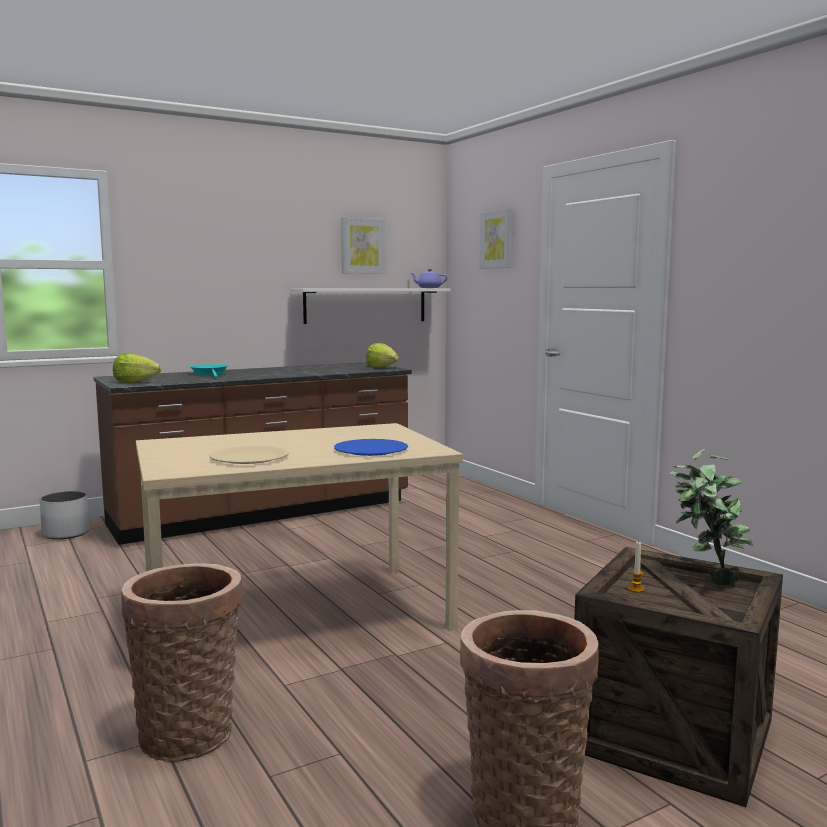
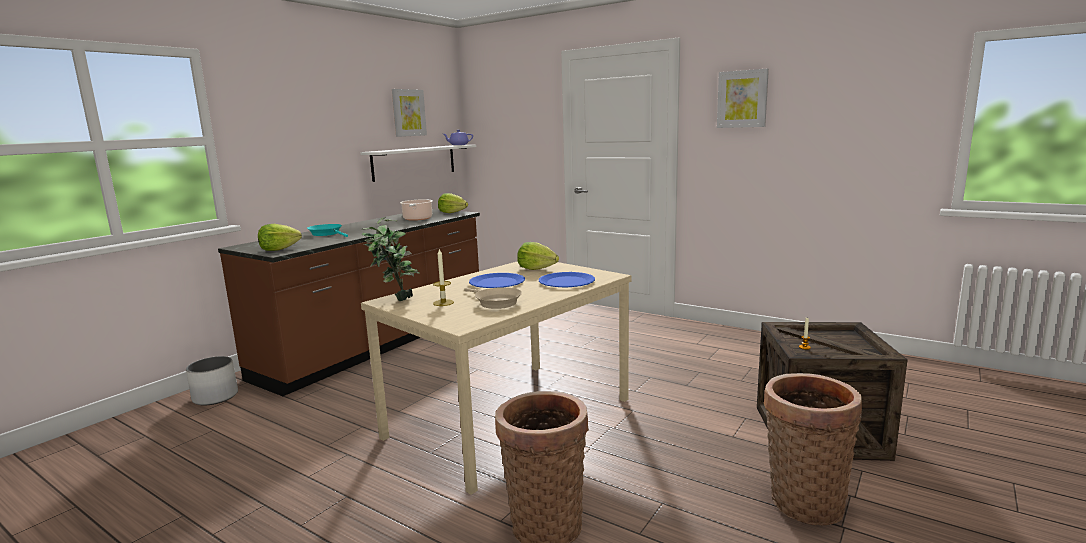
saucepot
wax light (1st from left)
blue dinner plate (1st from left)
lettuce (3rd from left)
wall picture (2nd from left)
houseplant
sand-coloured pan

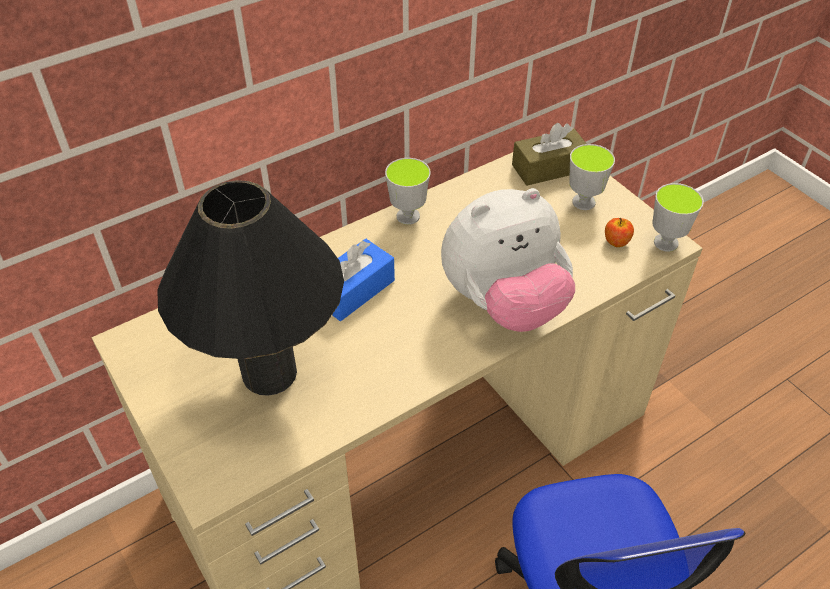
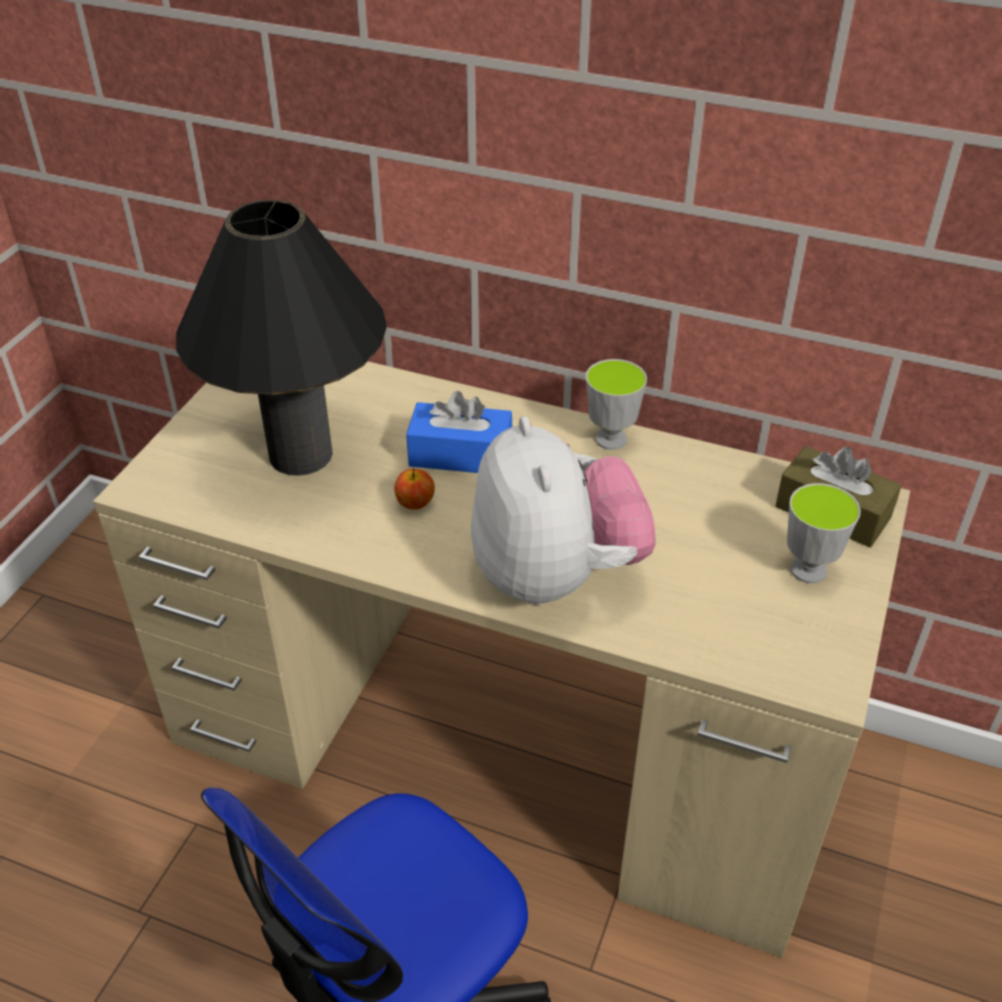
small cup (3rd from left in the first image)
apple
plush toy

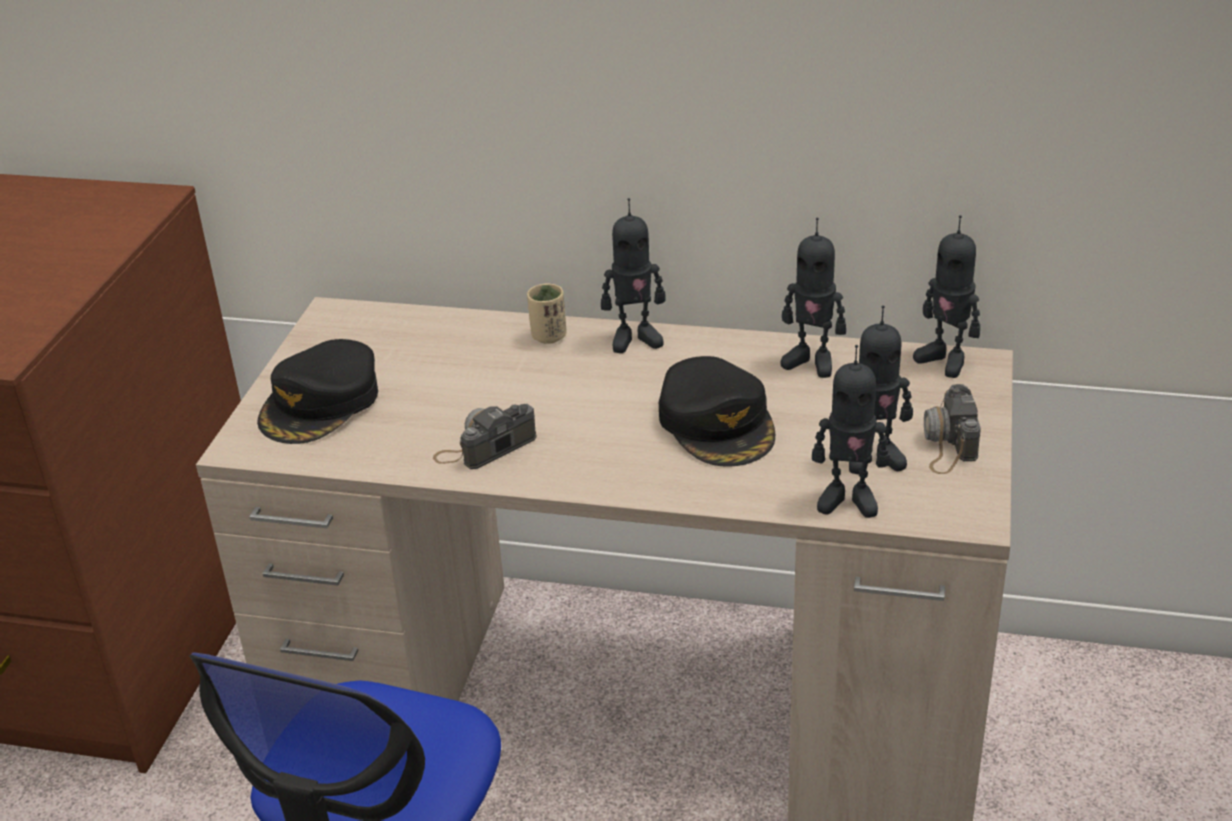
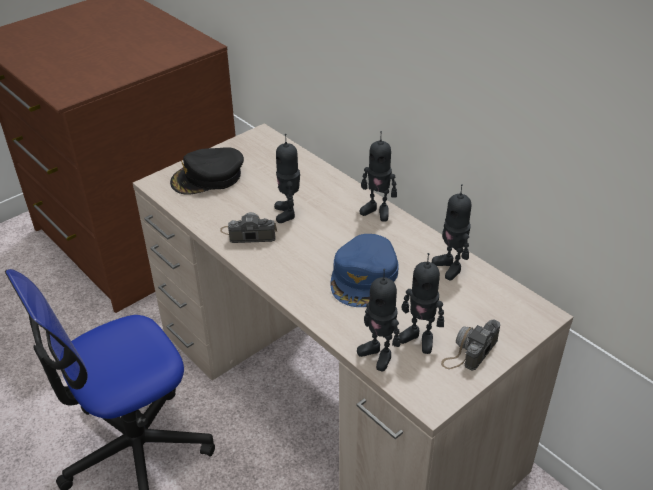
sand-coloured small cup
model robot (1st from left)
blue peaked cap

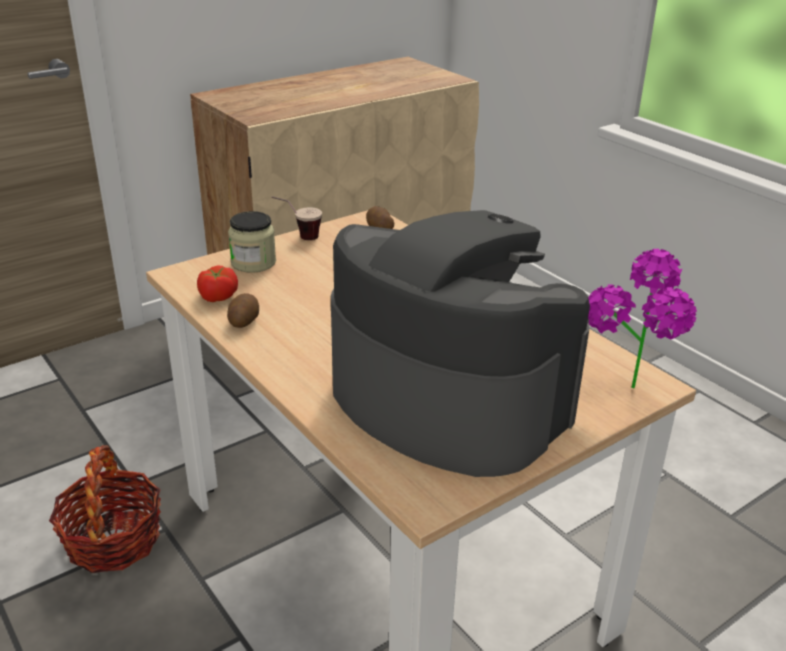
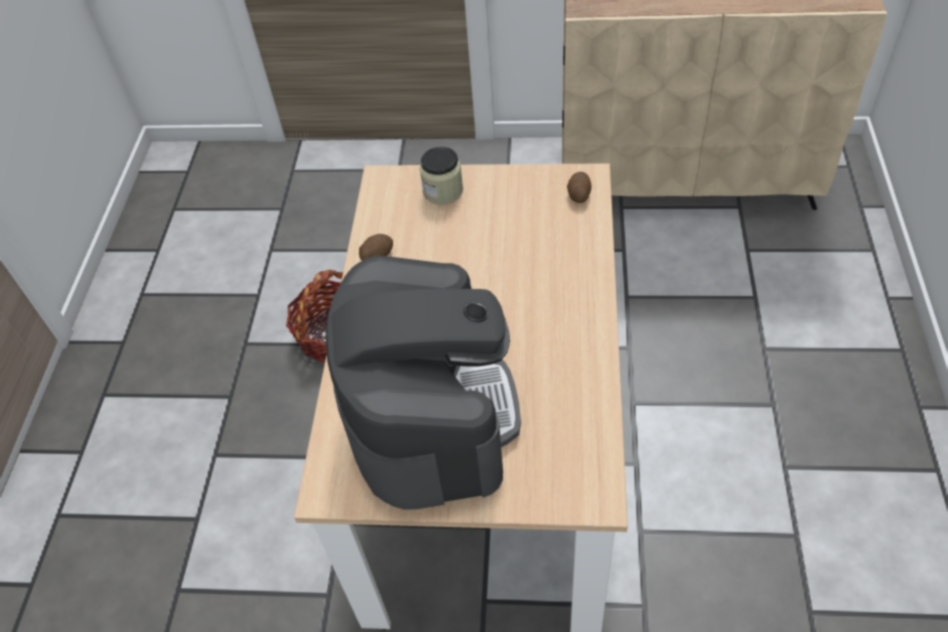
tomato
small cup
houseplant

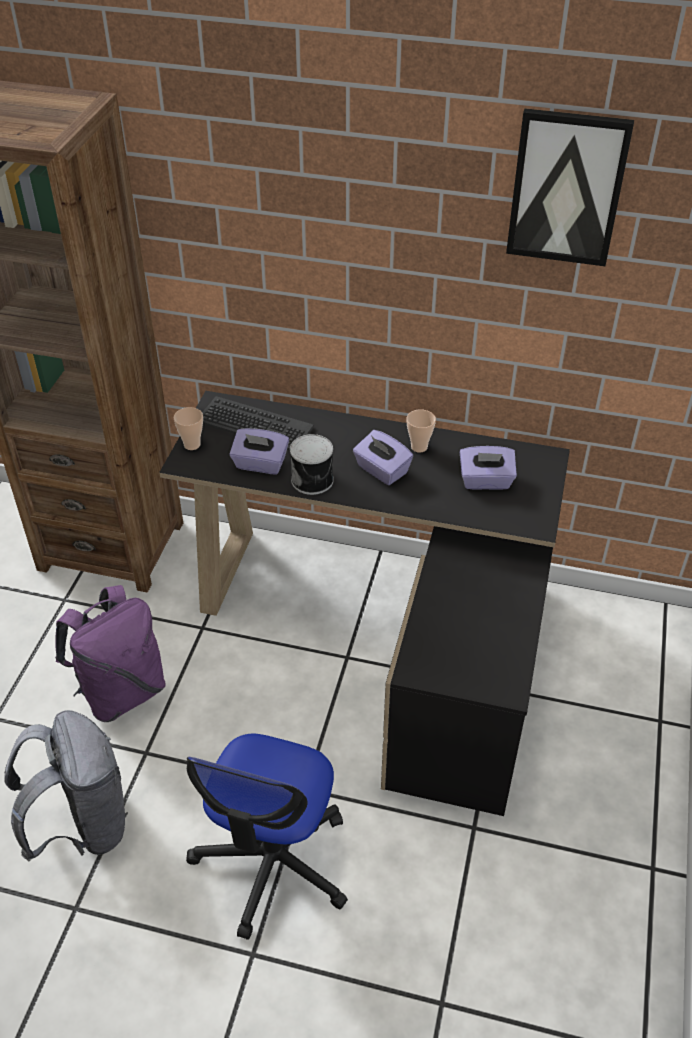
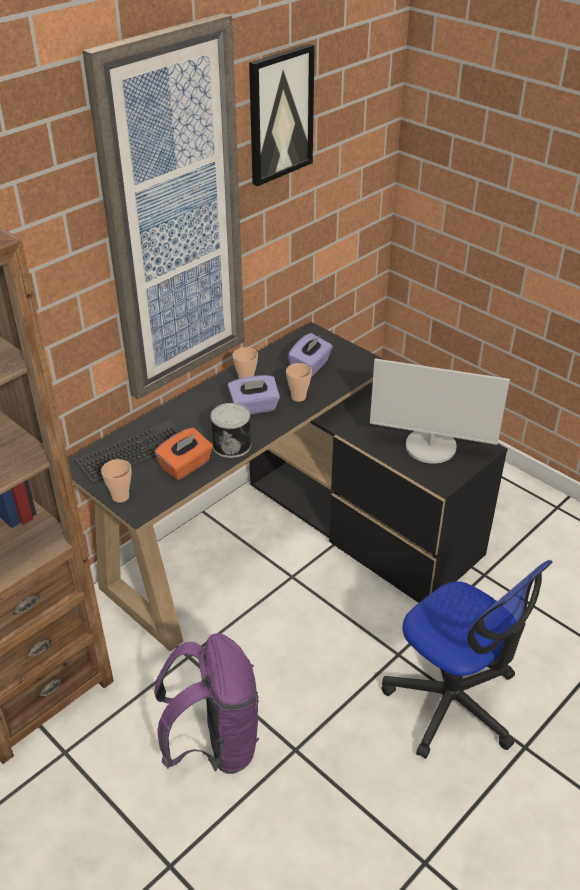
greyish rucksack
wall picture (1st from left)
small cup (3rd from left)
monitor
orangey tissue box

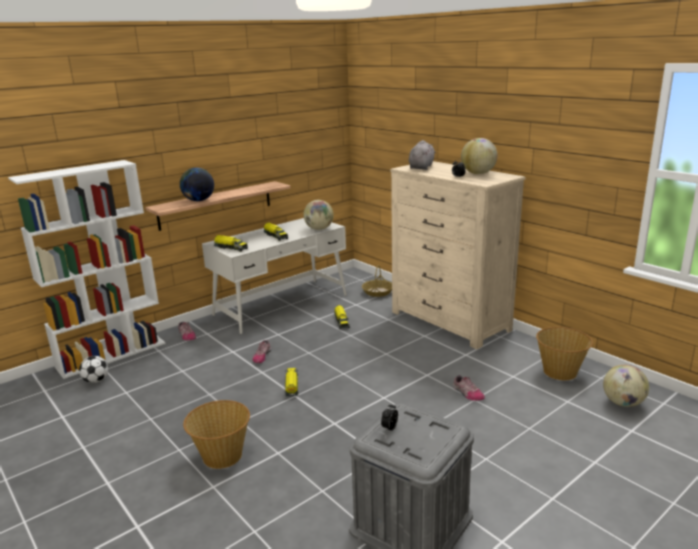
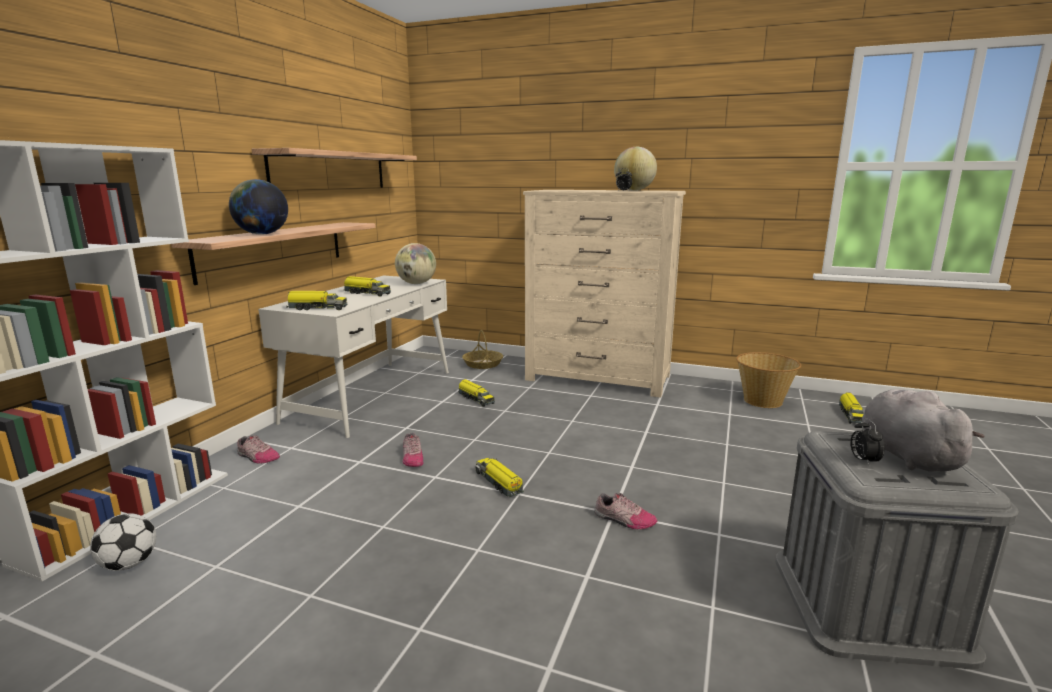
household basket (1st from left in the first image)
bracket shelf (2nd from left)
greyish plush toy
shoe (3rd from left)
model truck (5th from left)

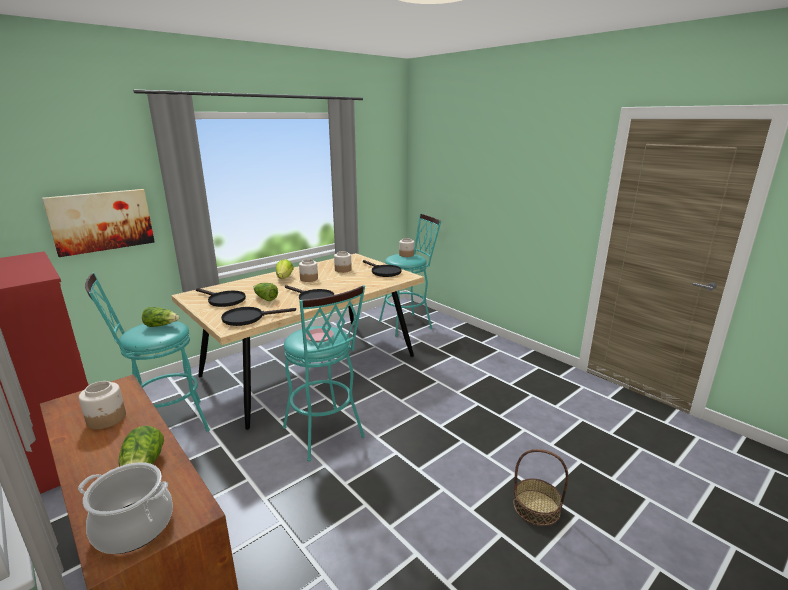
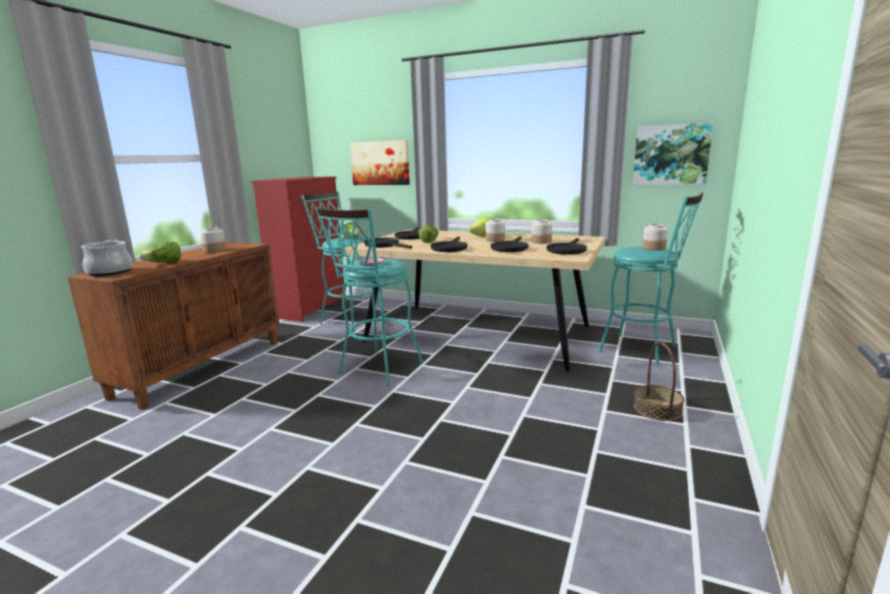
blackish pan (4th from left)
wall picture (2nd from left)
household basket

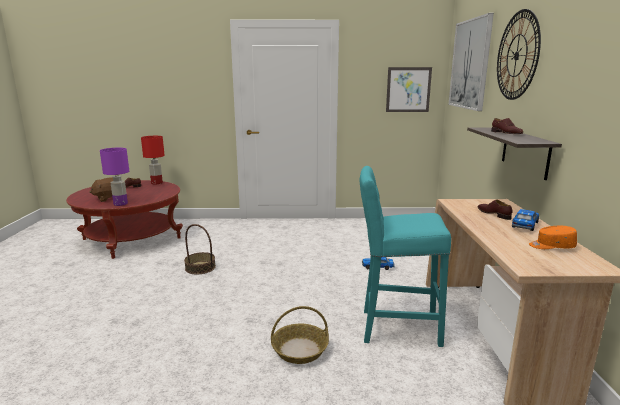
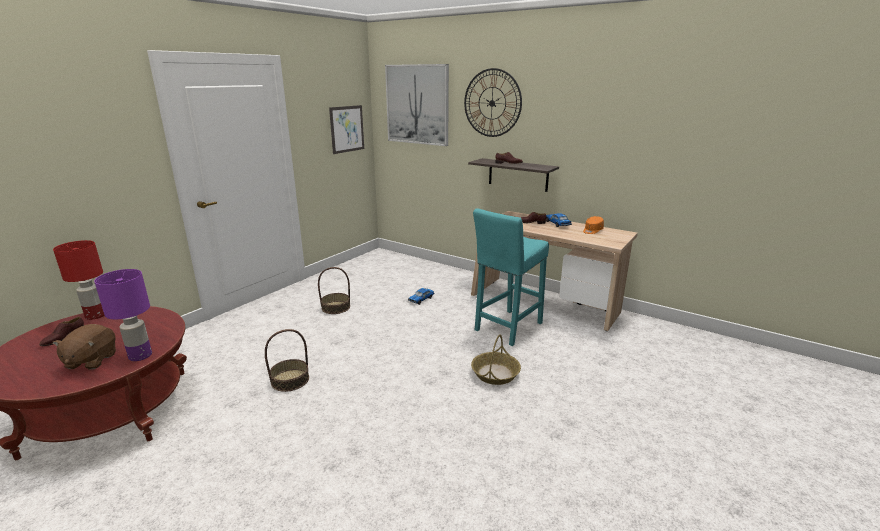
household basket (2nd from left)

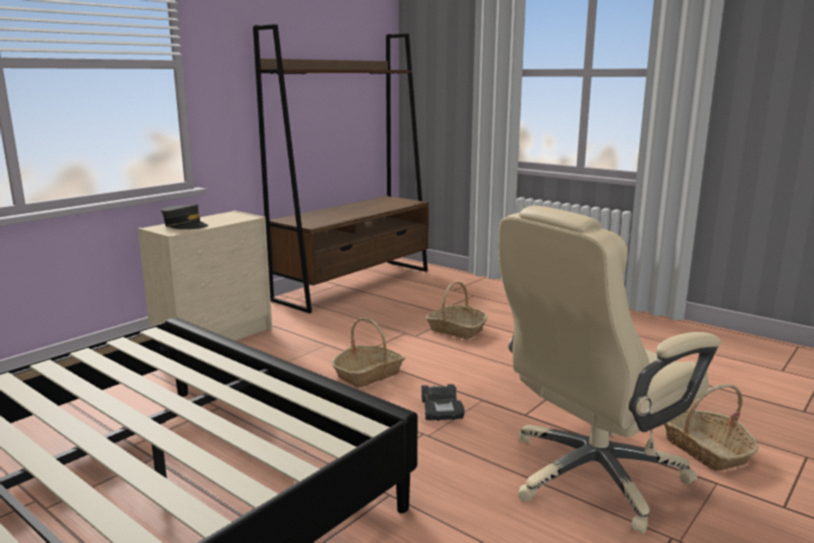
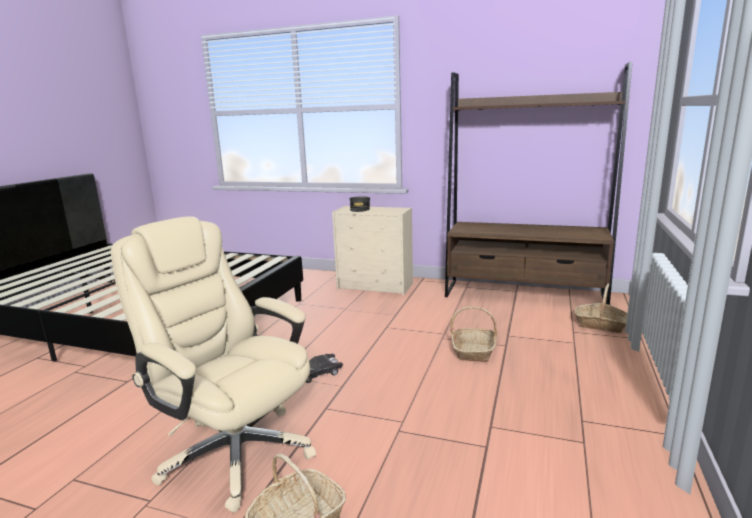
household basket (3rd from left)

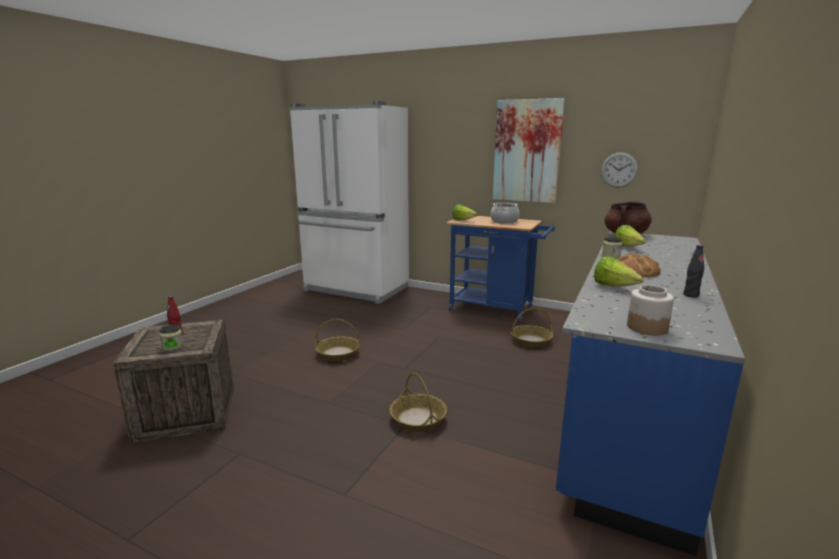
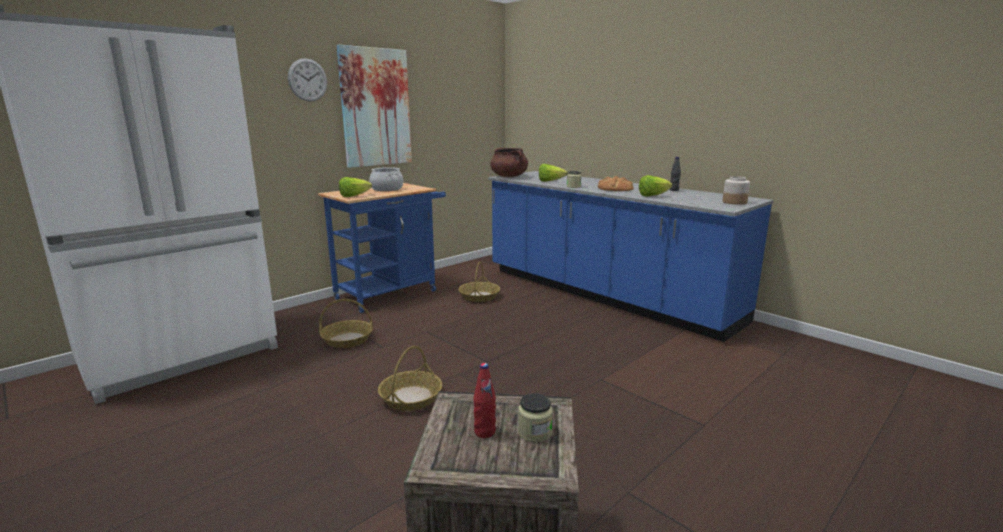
household basket (1st from left)
hanging clock

